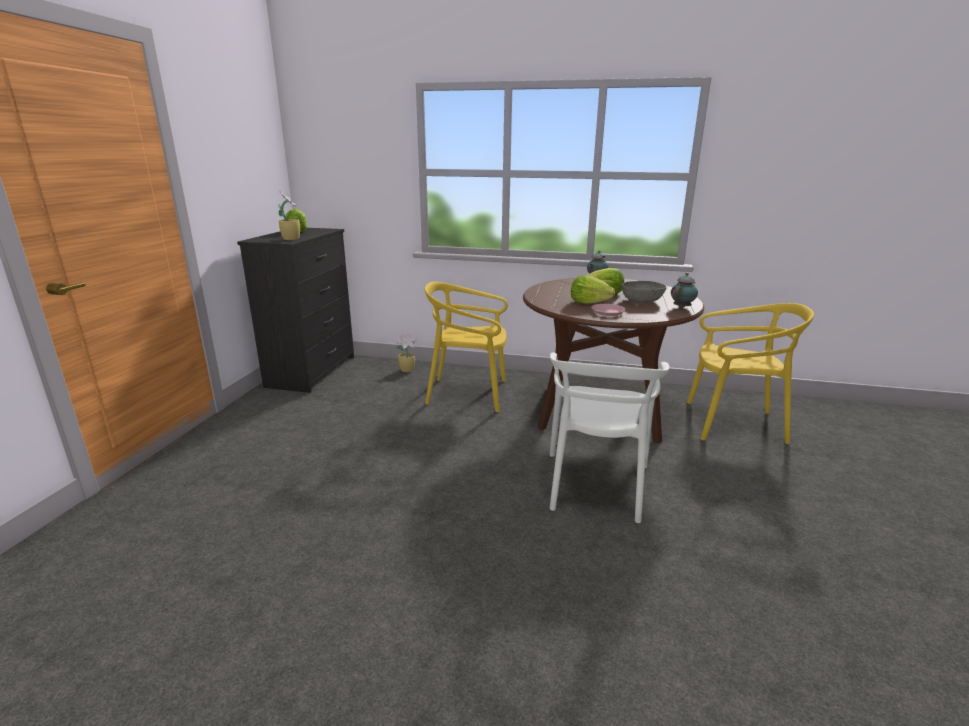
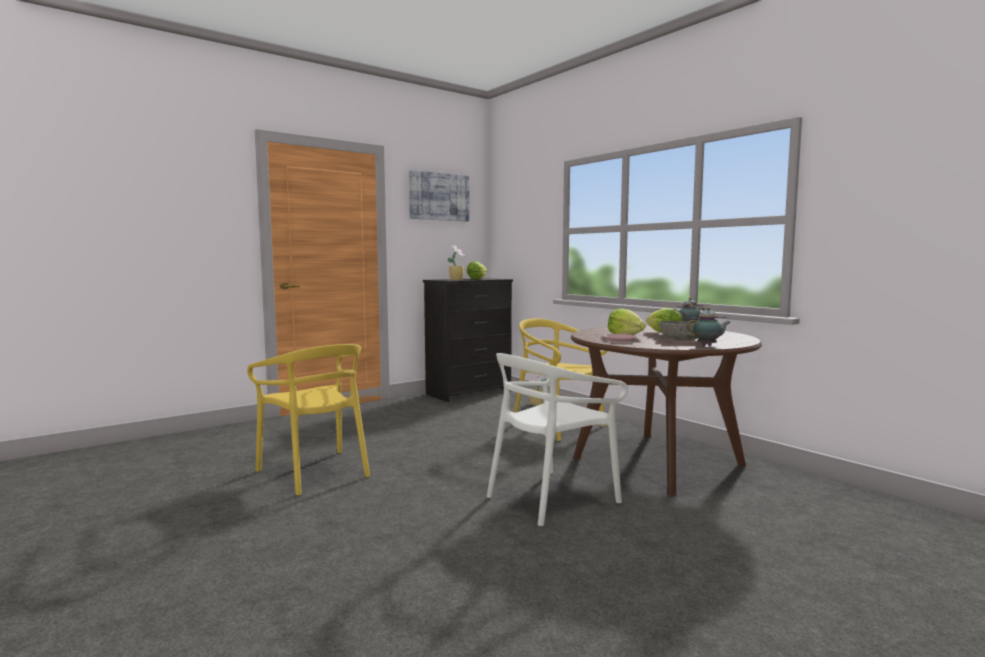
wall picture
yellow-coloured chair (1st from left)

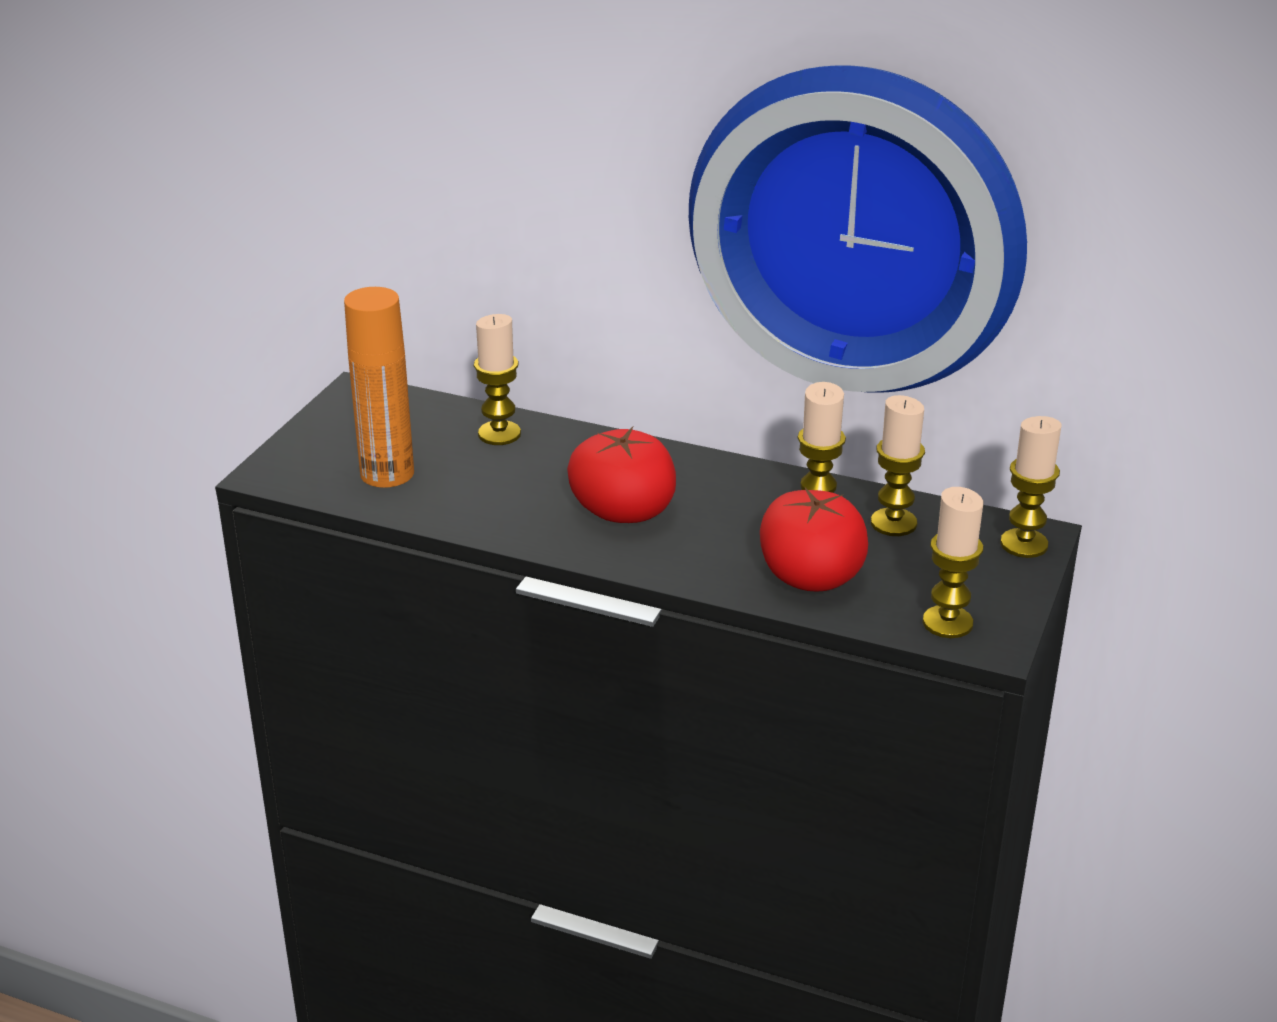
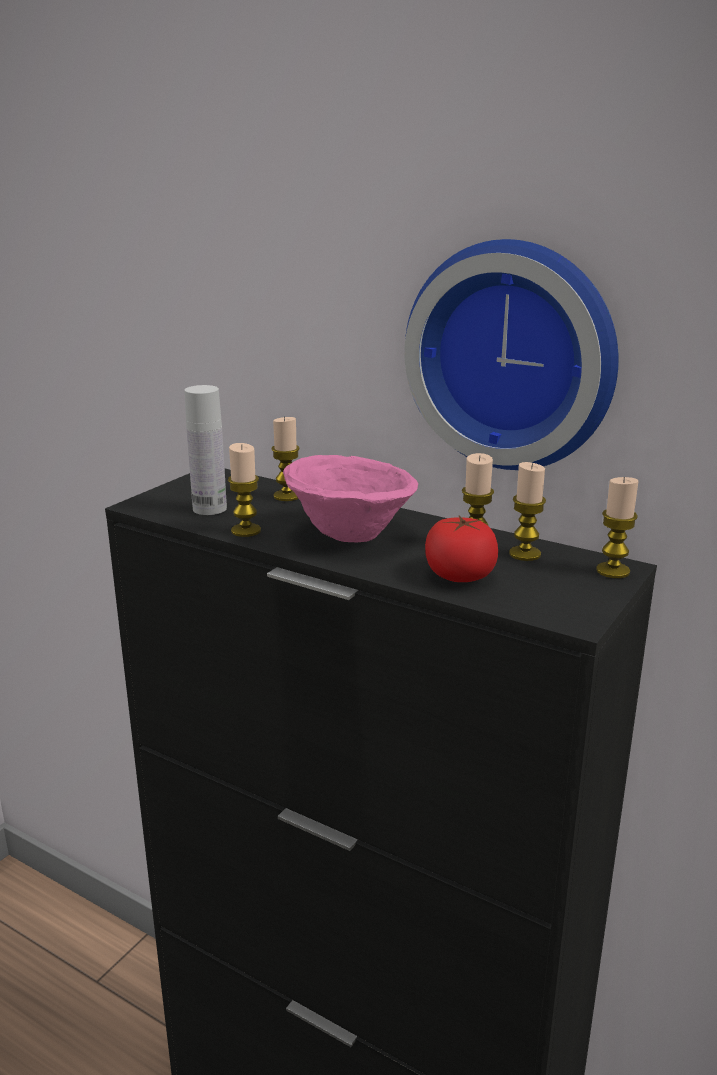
wax light (1st from left)
pink serving bowl
white bottle

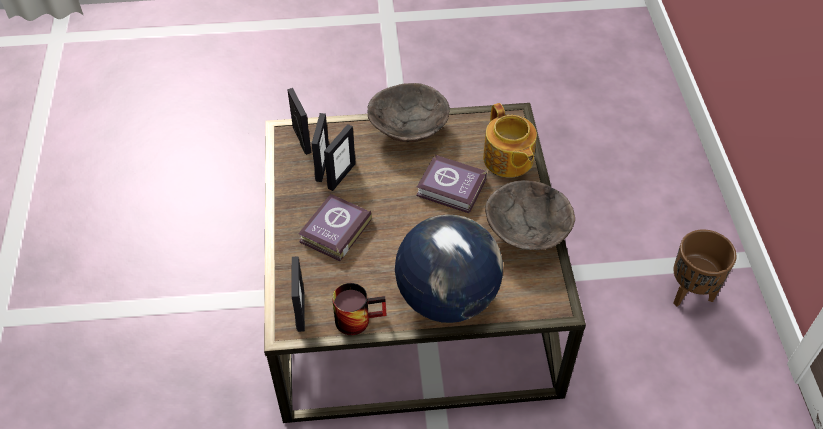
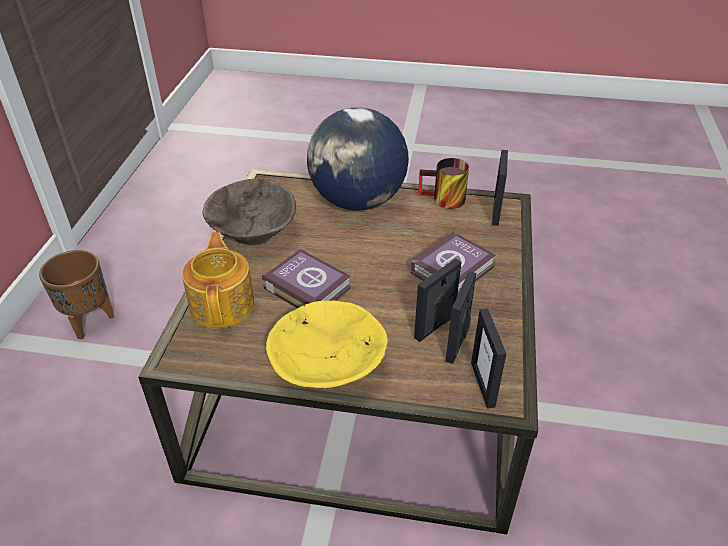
yellow-coloured serving bowl

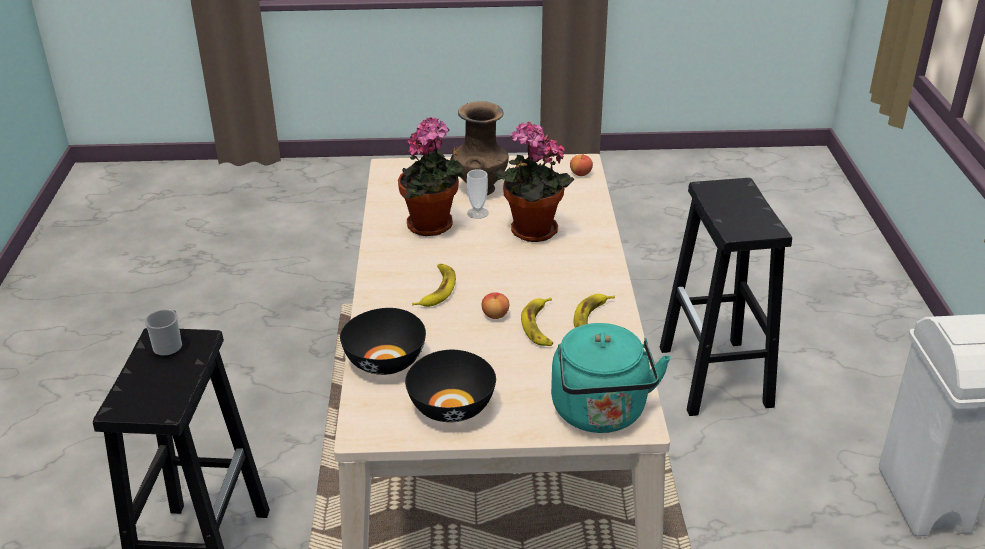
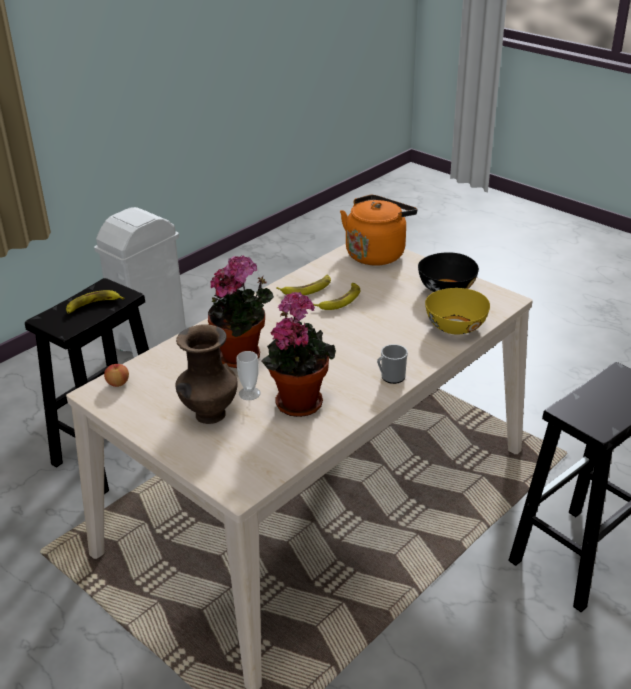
apple (1st from left in the first image)
mug
banana fruit (1st from left)
yellow-coloured serving bowl
orangey water kettle

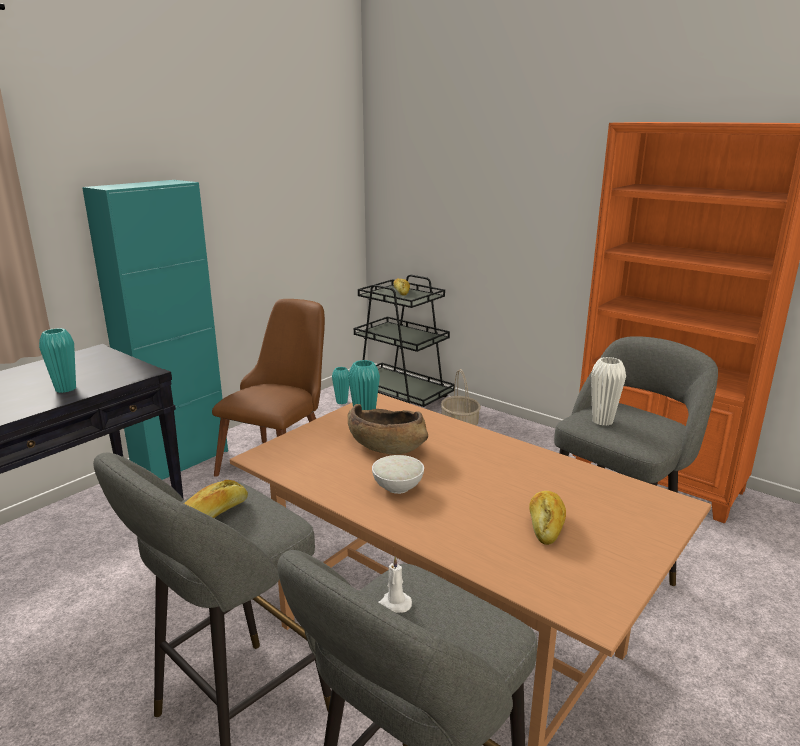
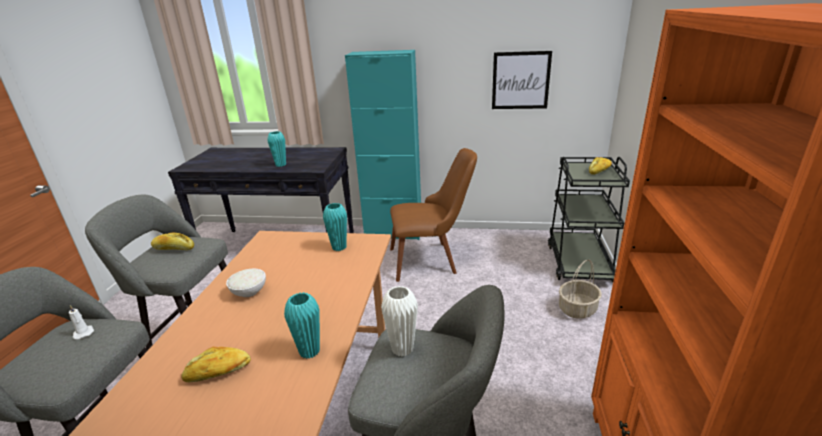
brown-coloured serving bowl
wall picture
turquoise vase (2nd from left)

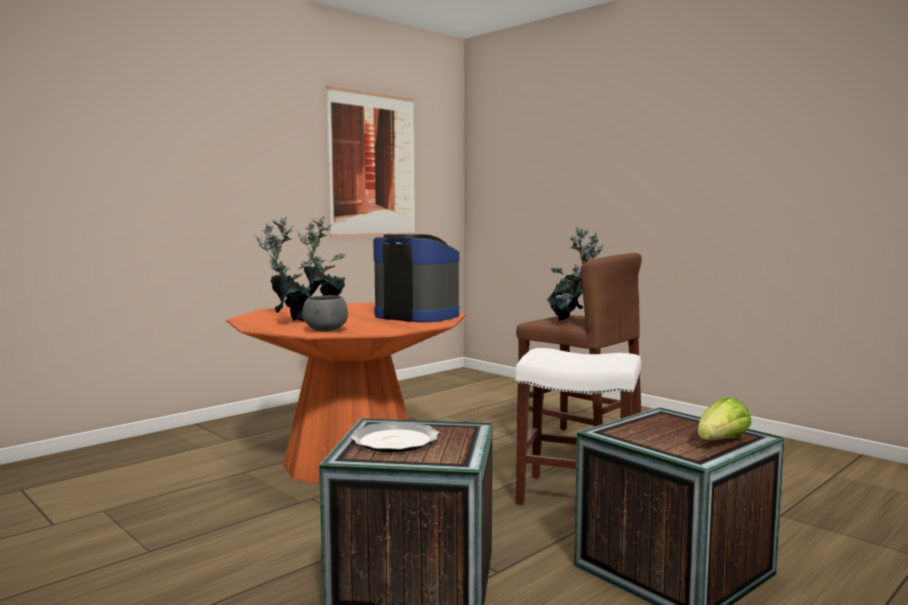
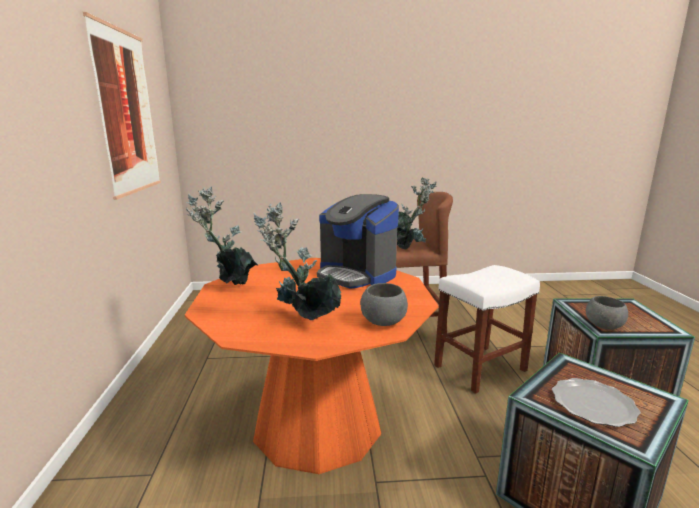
lettuce
greyish serving bowl (2nd from left)
coffee brewer

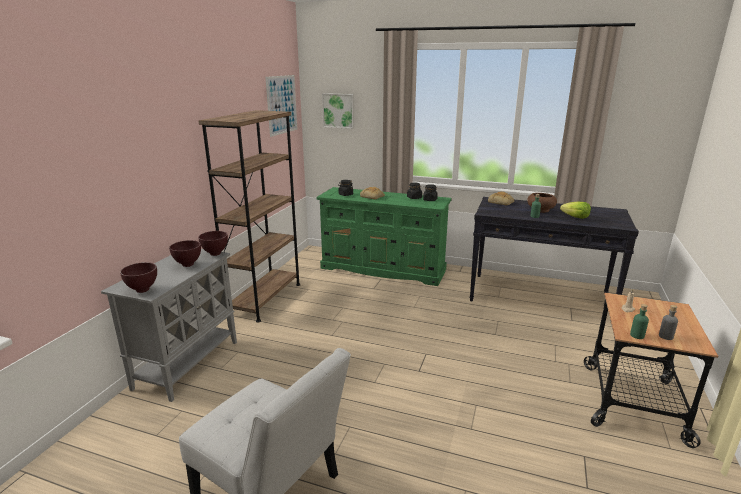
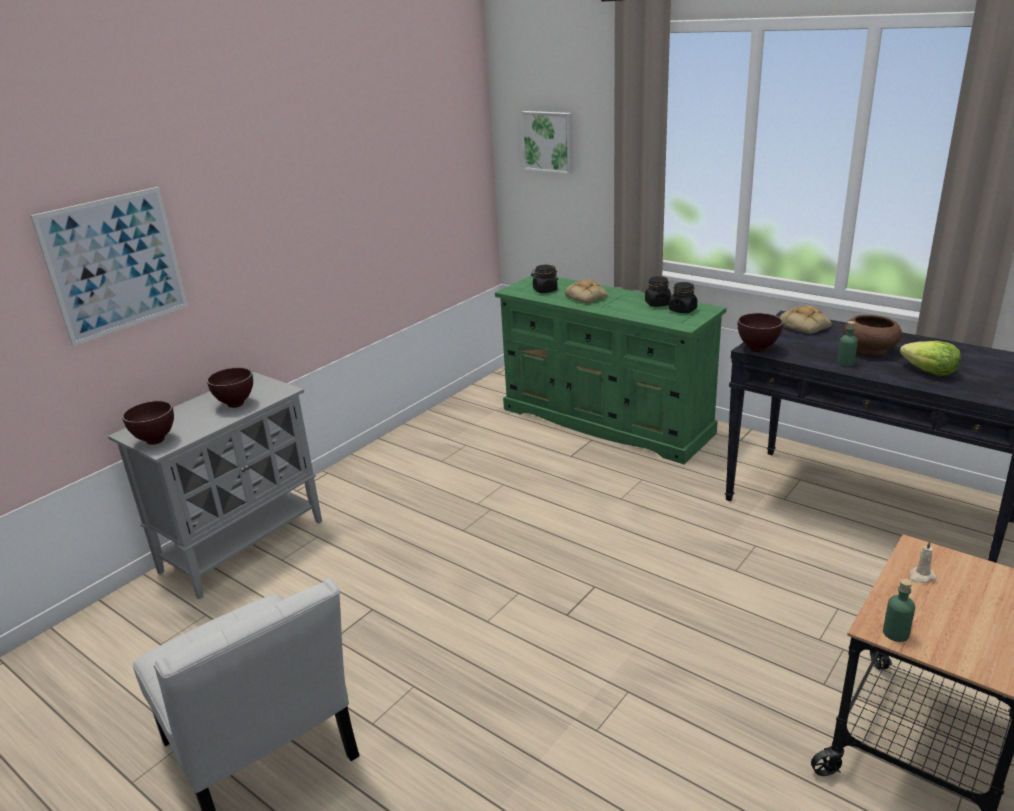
brown-coloured shelving unit
greyish bottle
brown-coloured serving bowl (3rd from left)
wall picture (1st from left)

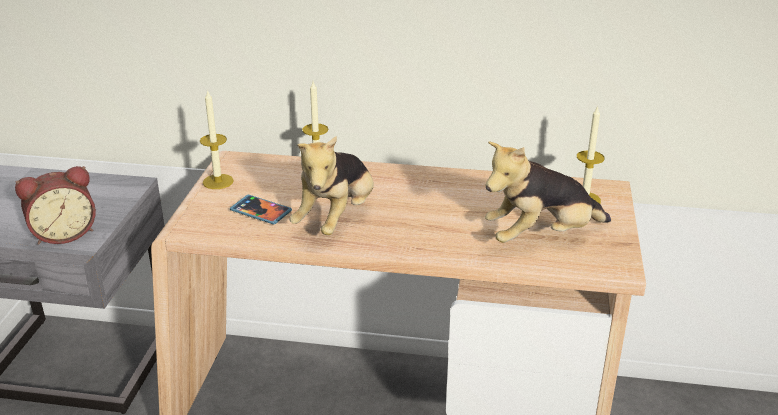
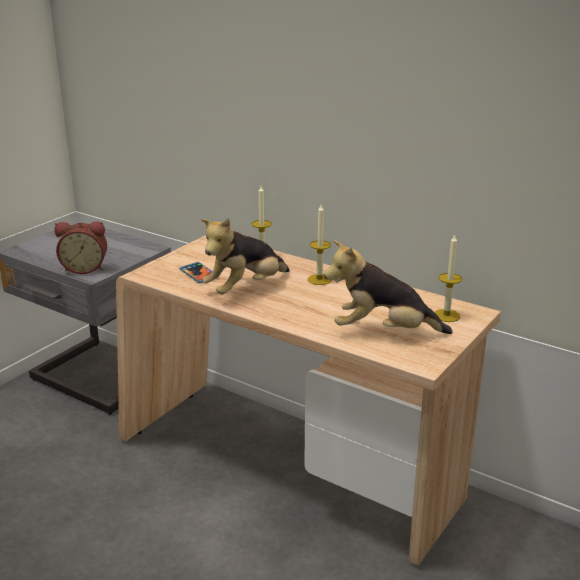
wax light (2nd from left)

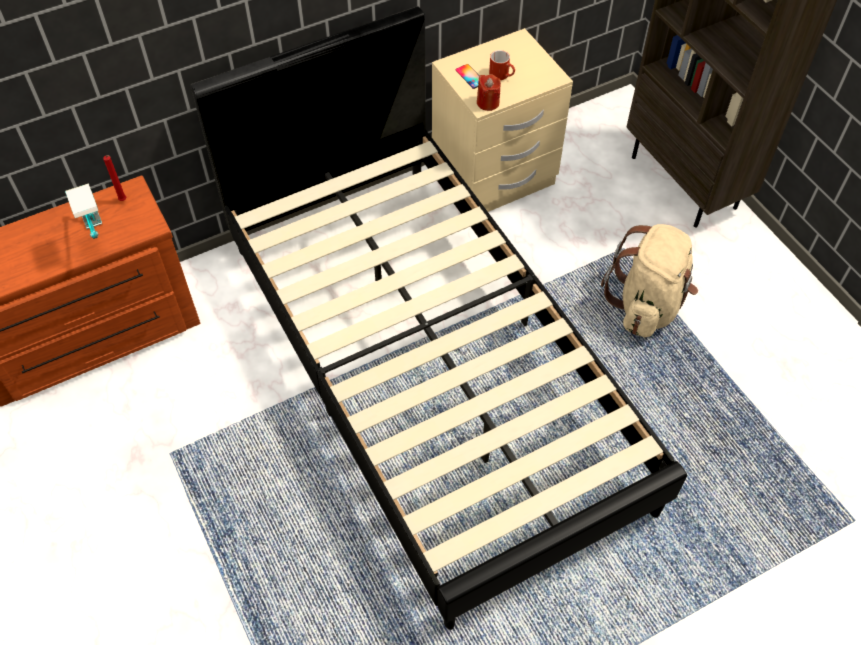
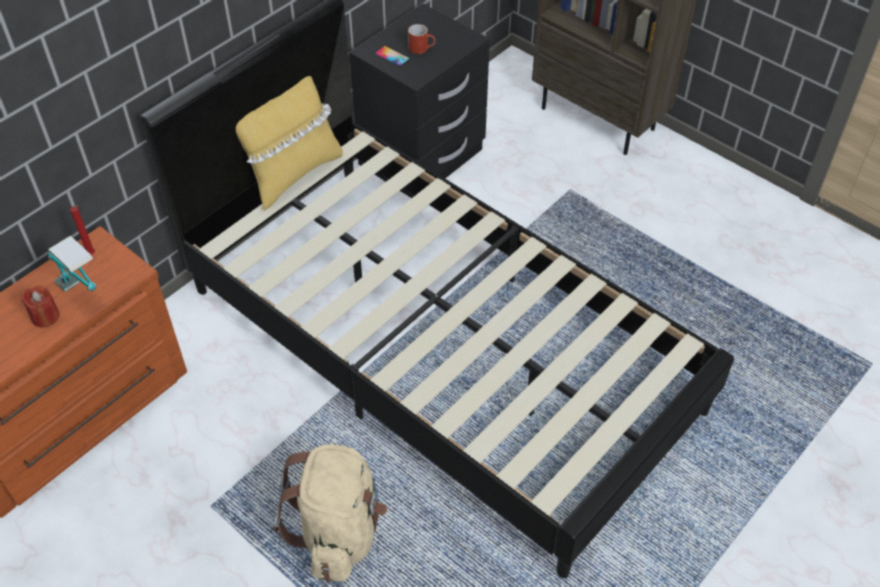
yellow-coloured pillow
red wax light (1st from left)
sand-coloured rucksack
blackish nightstand

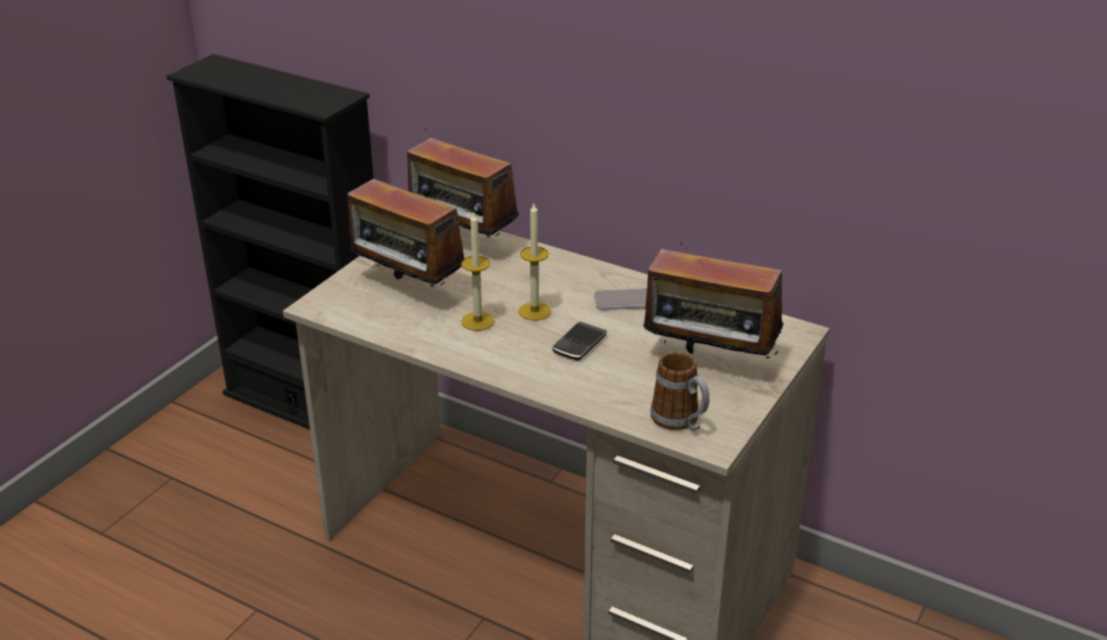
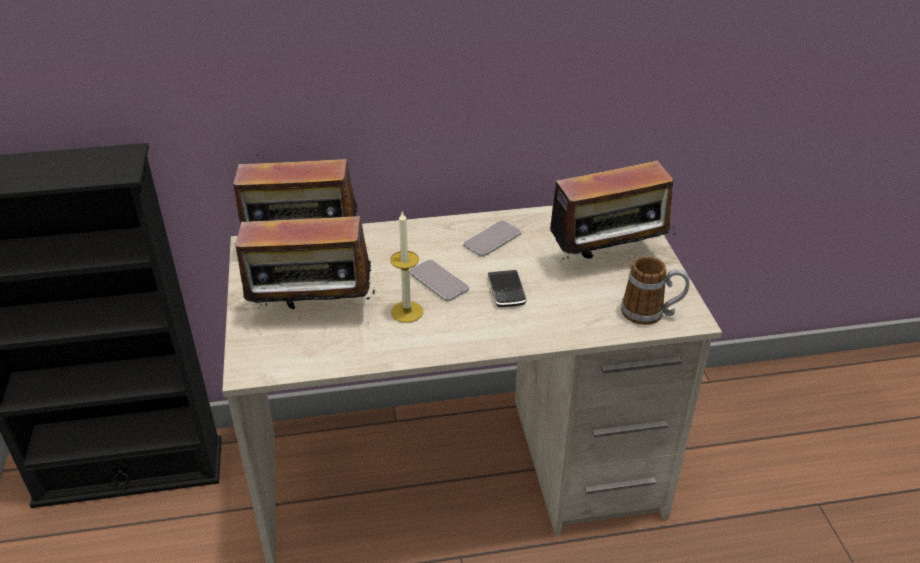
phone (1st from left)

